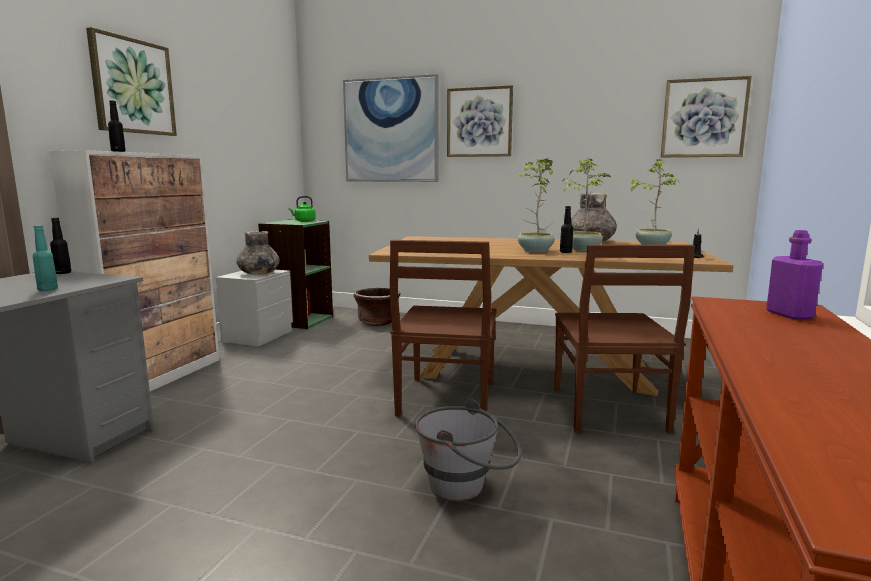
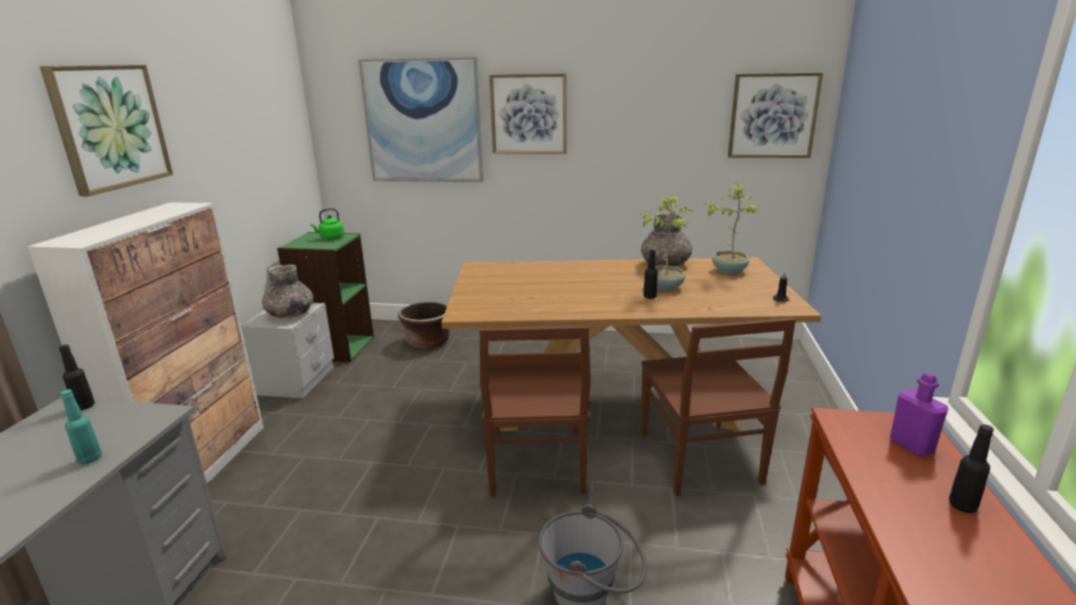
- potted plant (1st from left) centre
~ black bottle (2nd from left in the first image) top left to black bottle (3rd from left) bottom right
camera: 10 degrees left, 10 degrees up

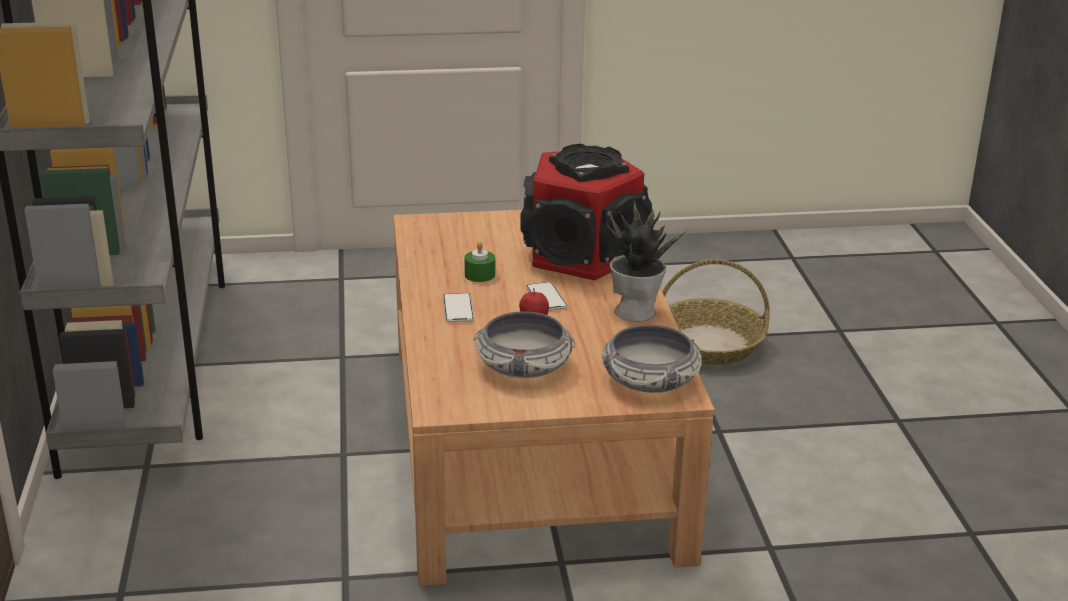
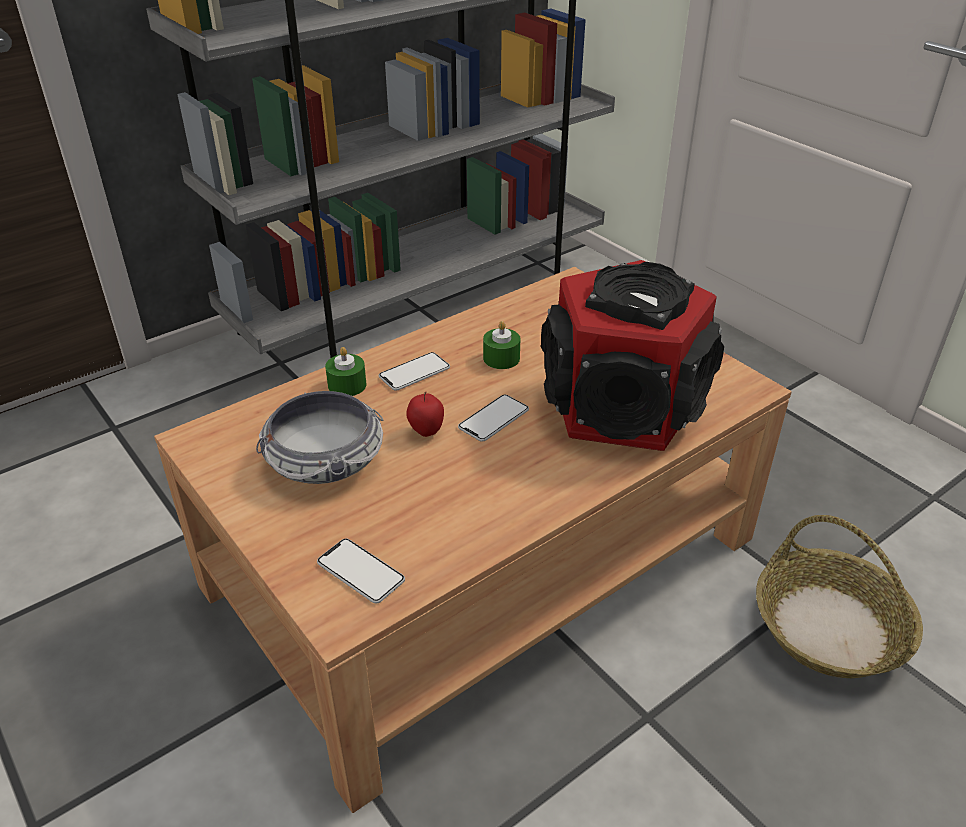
- potted plant centre
+ green candle (1st from left) centre
~ bowl (2nd from left) centre to phone (1st from left) bottom centre
camera: 60 degrees right, 10 degrees up

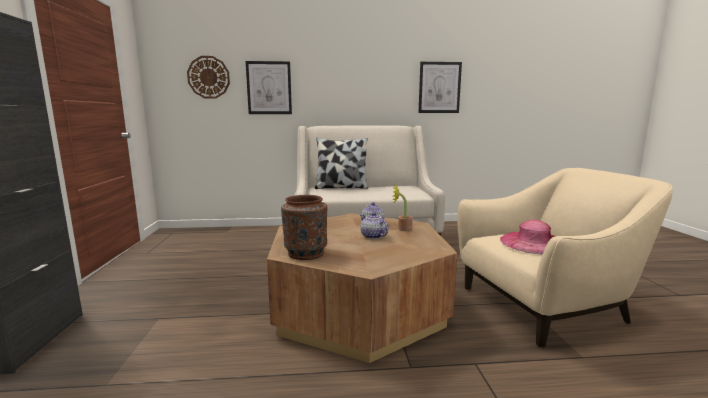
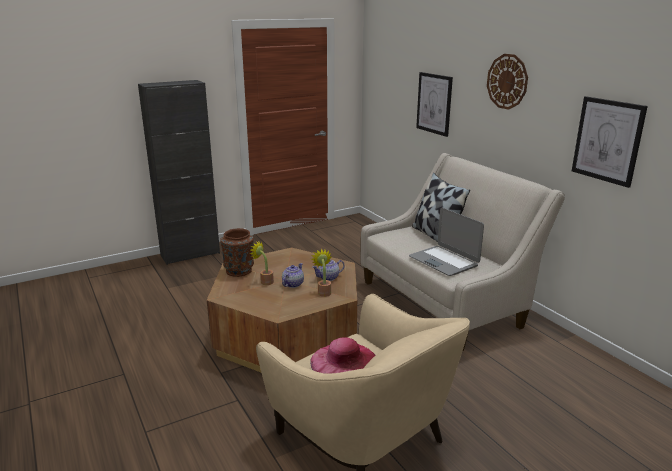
+ potted plant (1st from left) centre
+ laptop centre
~ wall clock top left to top right
camera: 65 degrees right, 10 degrees up

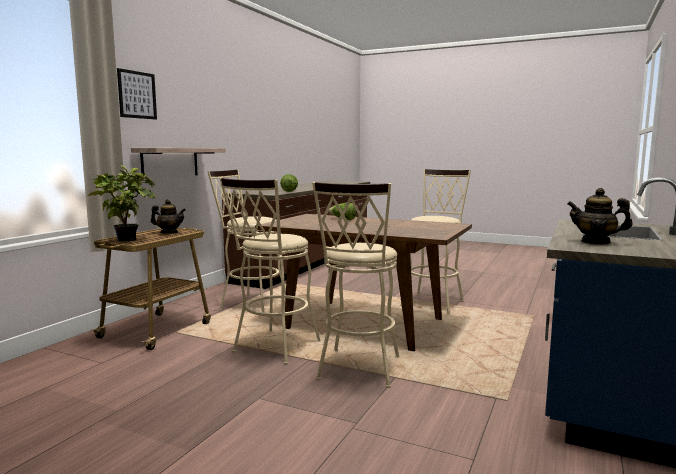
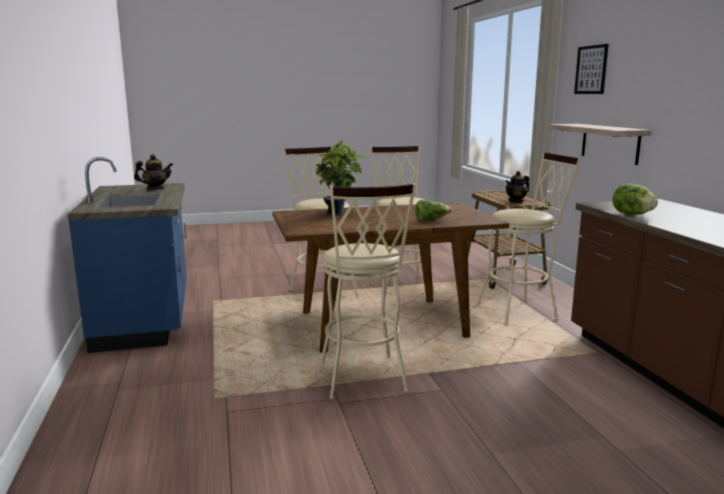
~ potted plant middle left to centre
camera: 140 degrees right, 5 degrees up

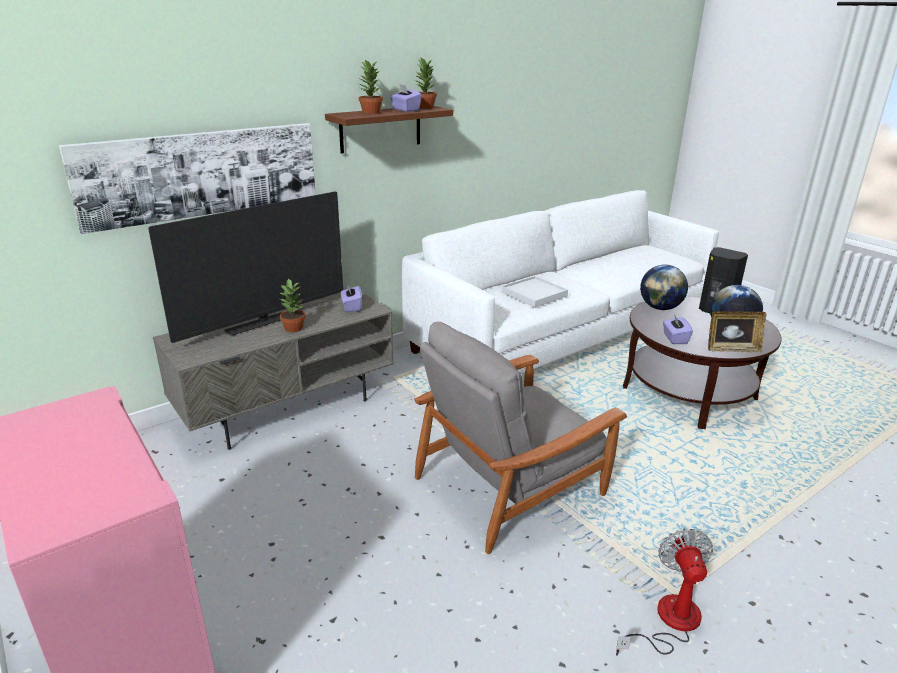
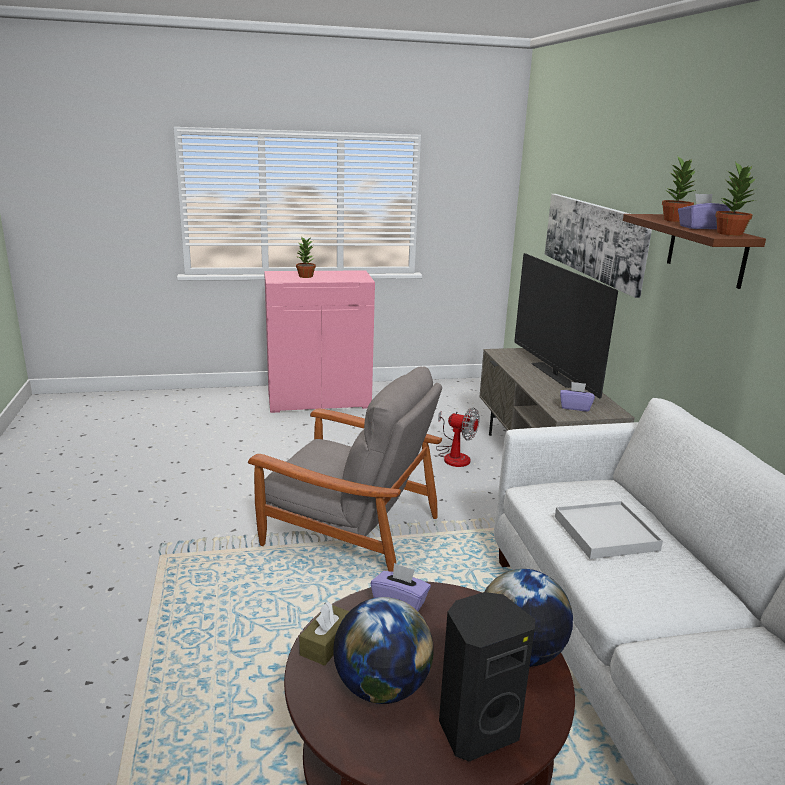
~ potted plant (1st from left) middle left to top centre
~ fan bottom right to centre
~ picture frame middle right to brown tissue box bottom centre
~ grey armchair centre = centre 120 degrees clockwise
camera: 115 degrees right, 5 degrees down

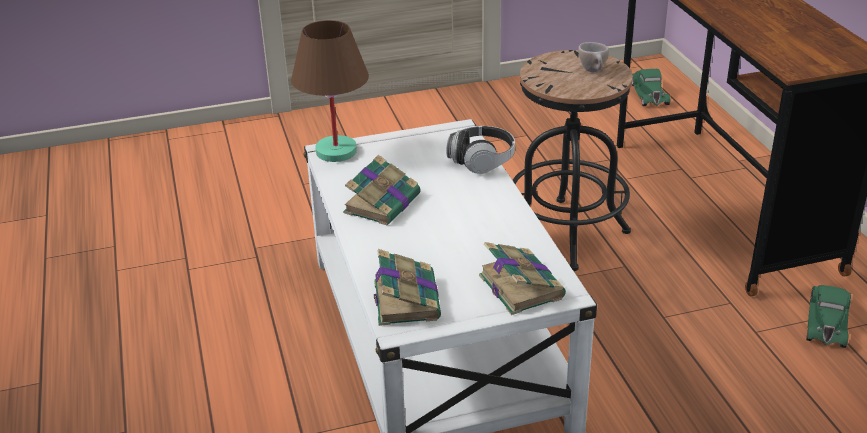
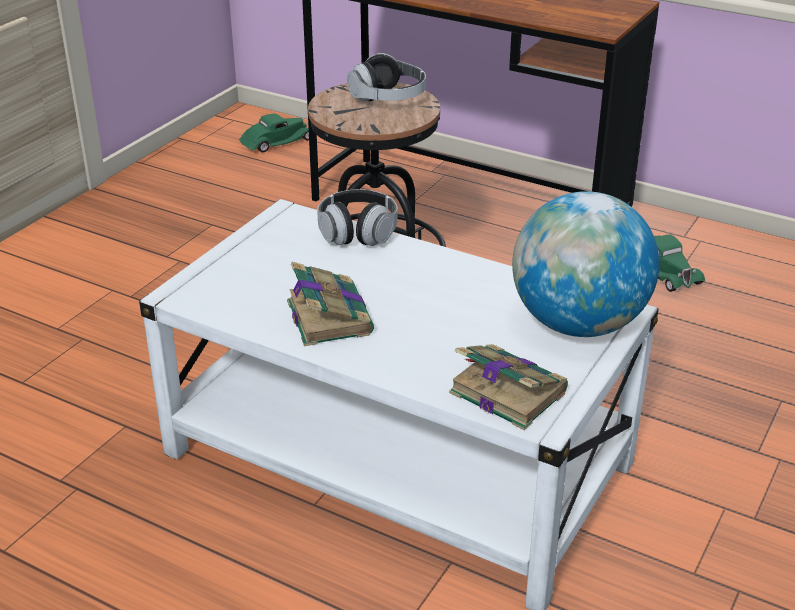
- brown table lamp top centre
~ book (3rd from left) centre to globe middle right
~ beige cup top right to headphones (2nd from left) top centre
~ green toy car (1st from left) top right = top centre 75 degrees counterclockwise
camera: 45 degrees left, 0 degrees up

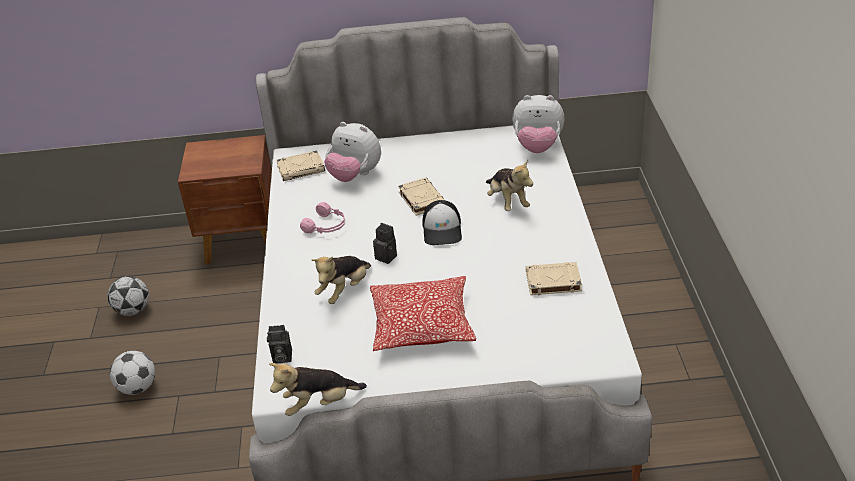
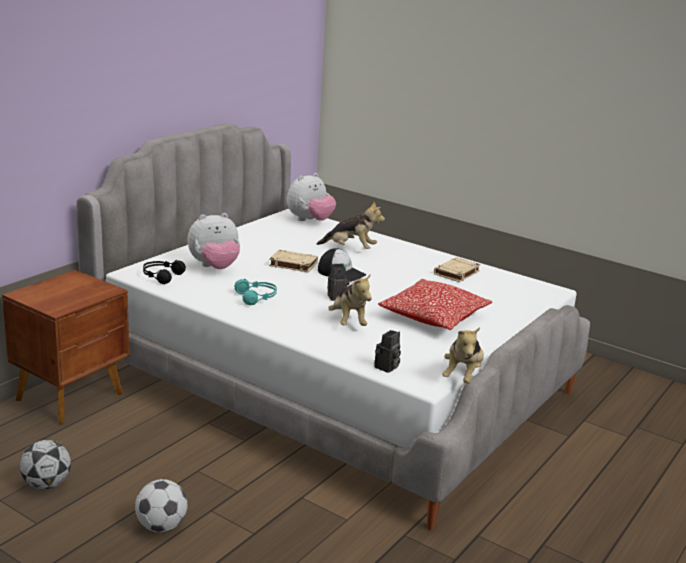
~ beige book (1st from left) centre to black headphones middle left
~ pink headphones centre to turquoise headphones centre
camera: 55 degrees left, 15 degrees down

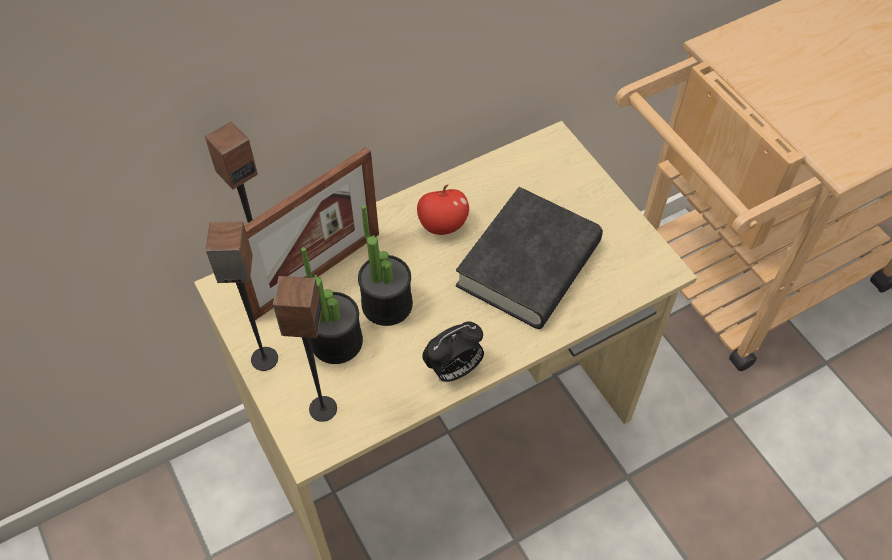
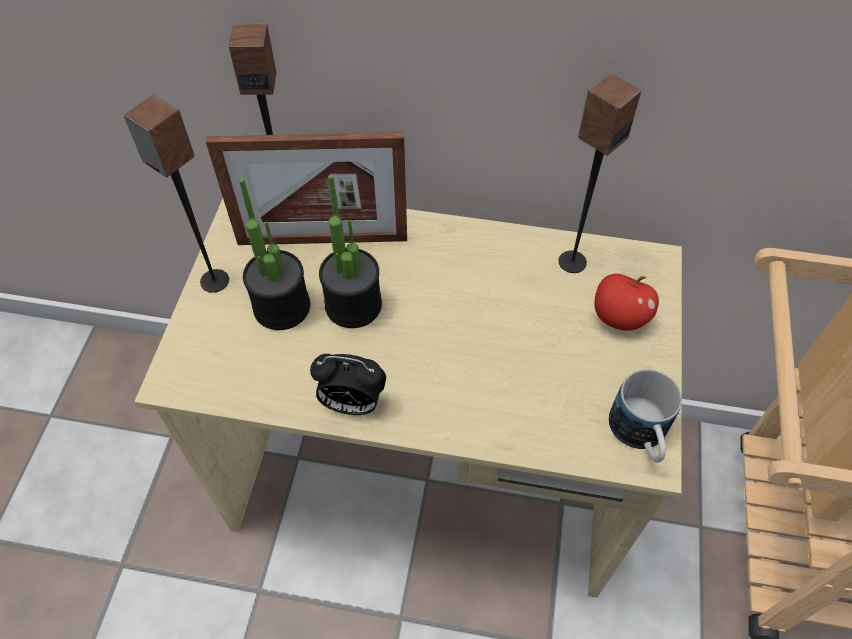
- black book centre
+ mug middle right
~ speaker (3rd from left) centre to top right
~ apple centre to middle right
camera: 40 degrees right, 0 degrees up

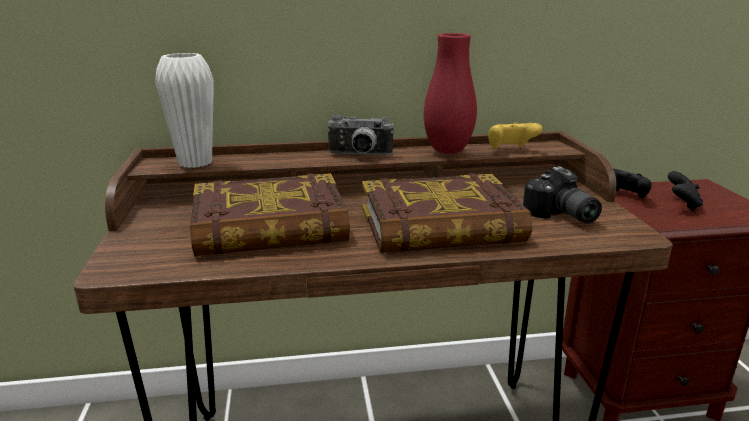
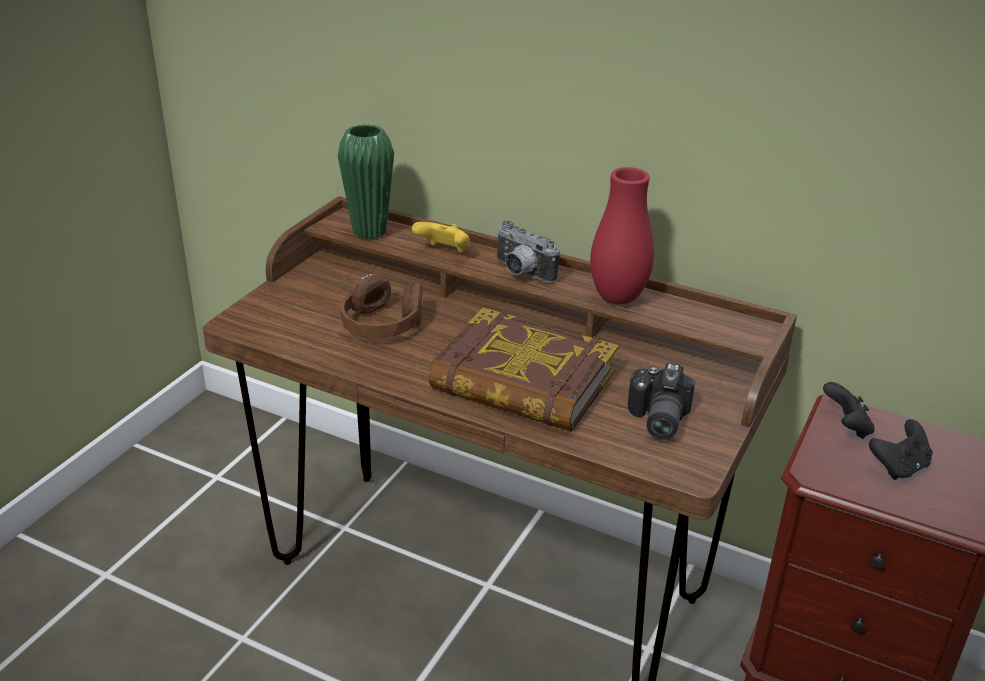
~ yellow game controller top right to centre
~ book (1st from left) centre to brown headphones centre
~ white vase top left to green vase top centre
camera: 35 degrees right, 10 degrees up

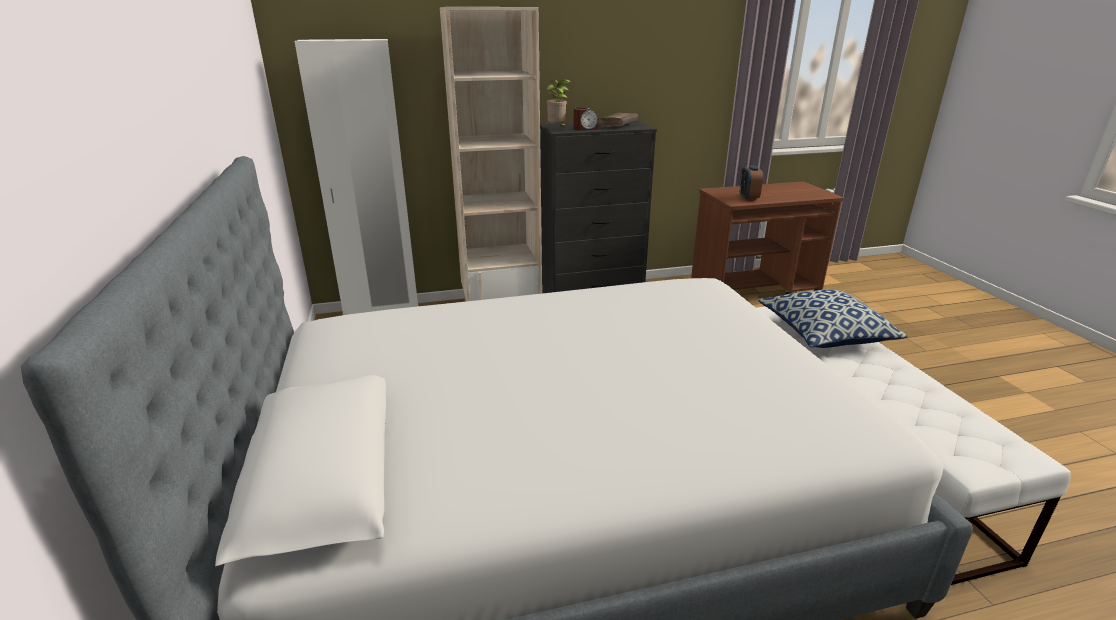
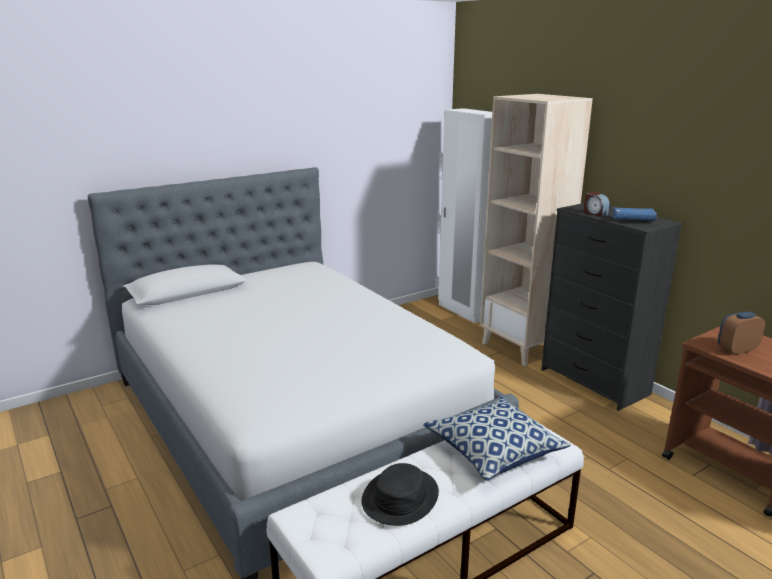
- potted plant top centre
+ black hat bottom centre
~ brown book top centre to blue book middle right
camera: 70 degrees right, 5 degrees down

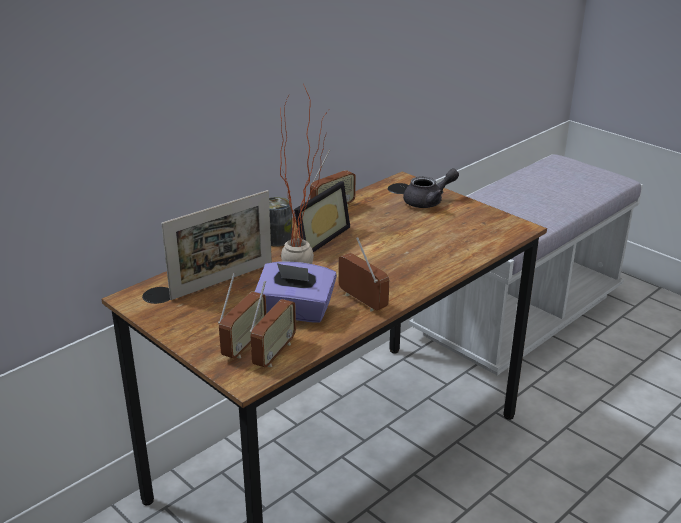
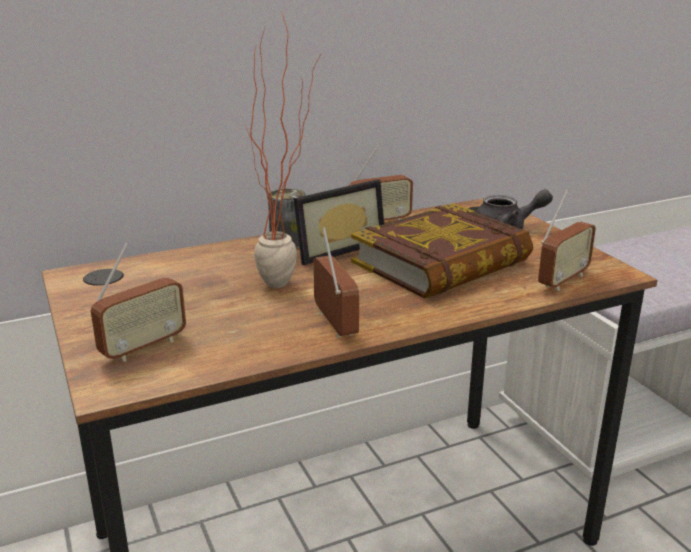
- picture frame (1st from left) middle left
- purple tissue box centre
+ book centre
~ radio (2nd from left in the first image) centre to radio (4th from left) middle right
camera: 20 degrees right, 5 degrees down

